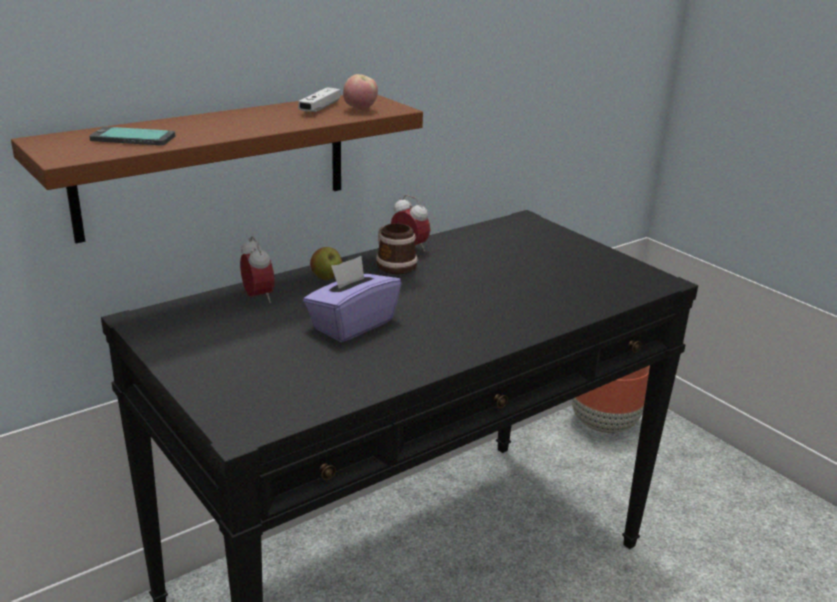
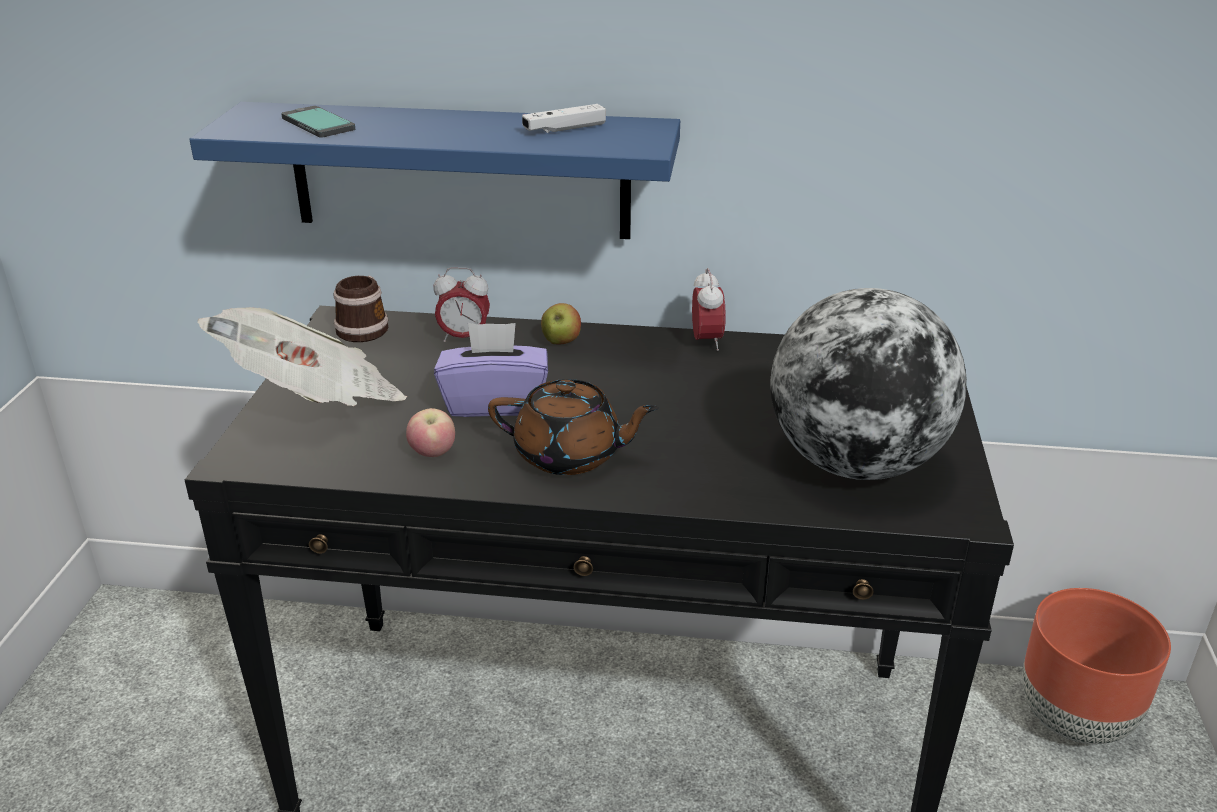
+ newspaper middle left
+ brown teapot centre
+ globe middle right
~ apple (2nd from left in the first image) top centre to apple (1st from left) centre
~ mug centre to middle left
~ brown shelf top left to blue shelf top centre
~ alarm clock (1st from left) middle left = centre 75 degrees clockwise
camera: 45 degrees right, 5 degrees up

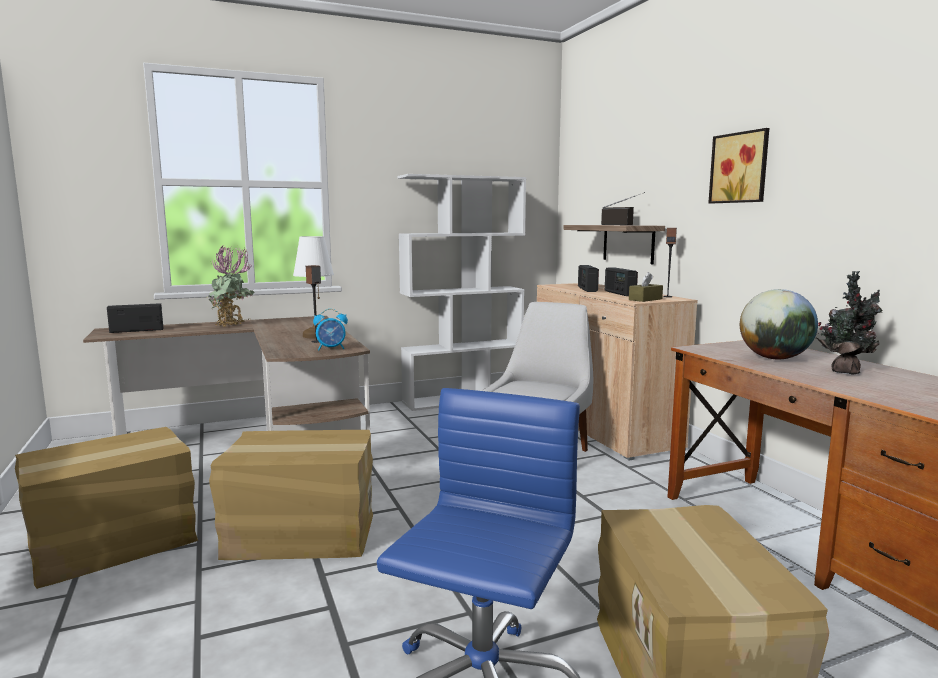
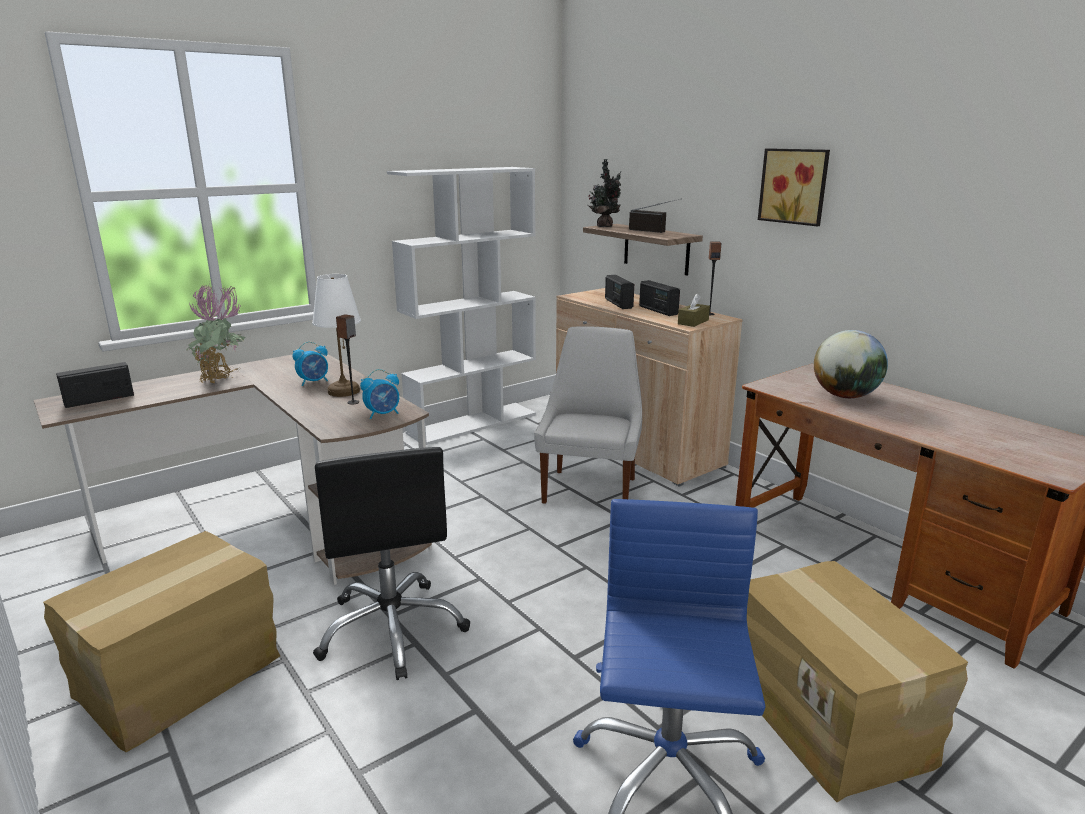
+ alarm clock (1st from left) middle left
~ potted plant (2nd from left) middle right to top centre
~ cardboard box (2nd from left) bottom left to black office chair bottom centre
camera: 15 degrees left, 10 degrees up

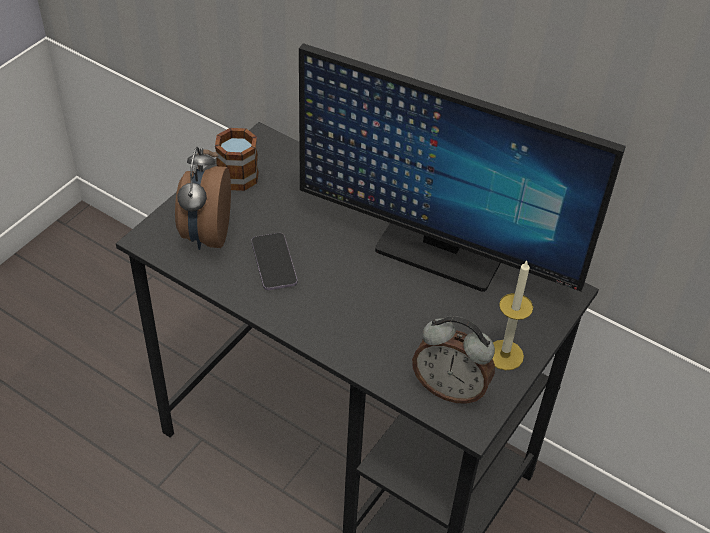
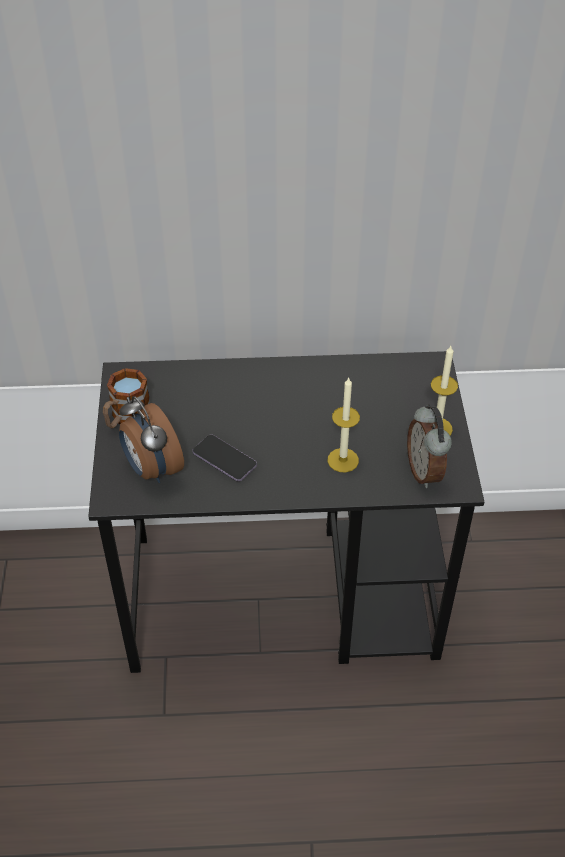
- monitor top centre
+ candle (1st from left) centre
~ alarm clock (2nd from left) bottom centre = middle right 90 degrees clockwise
camera: 35 degrees left, 0 degrees up

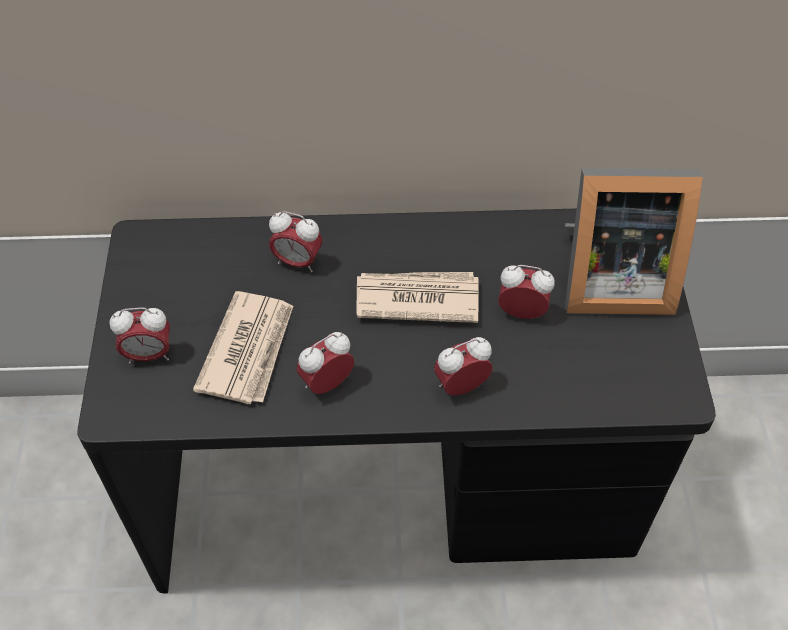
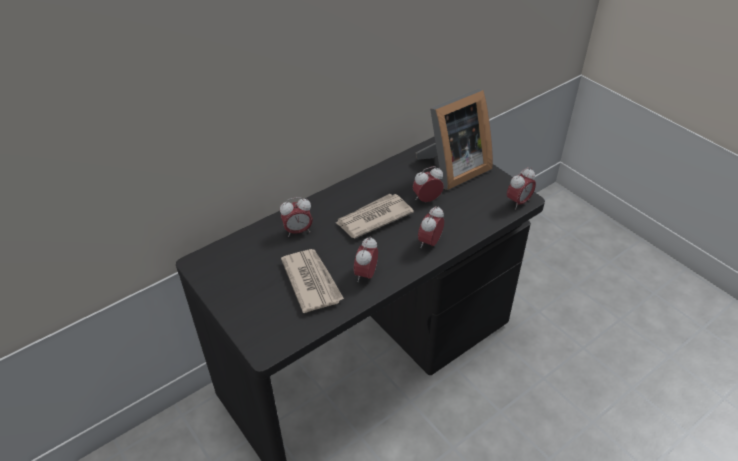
~ alarm clock (1st from left in the first image) middle left to alarm clock (5th from left) middle right
camera: 35 degrees left, 10 degrees down

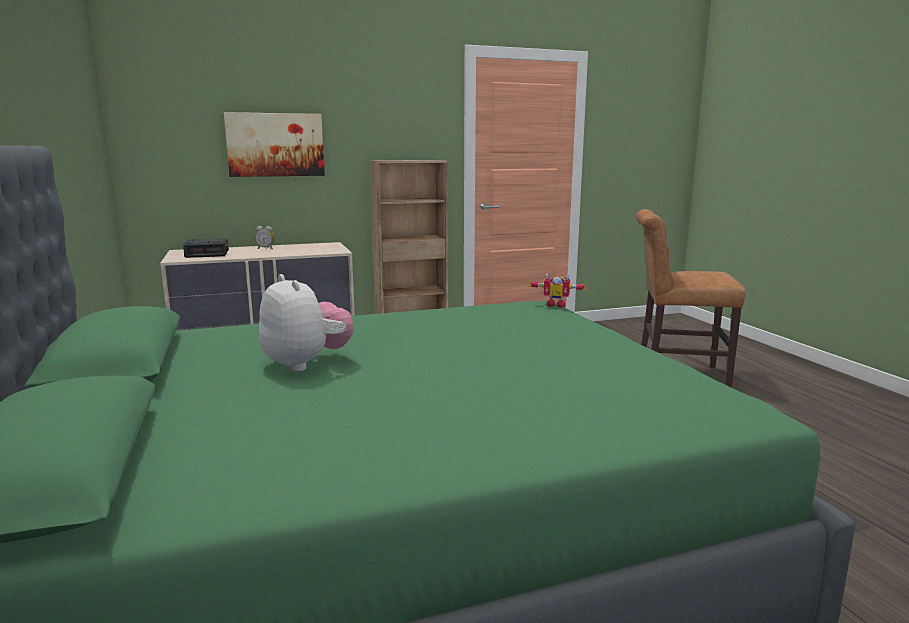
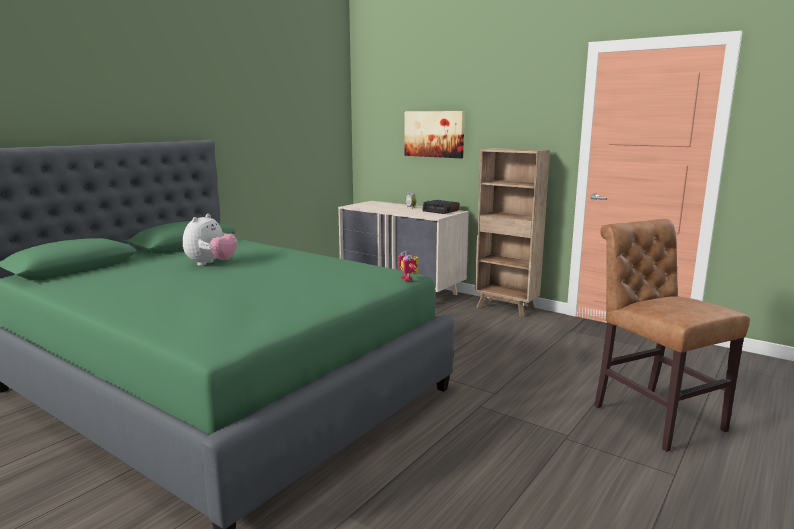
~ alarm clock (1st from left in the first image) middle left to alarm clock (2nd from left) centre
camera: 55 degrees right, 0 degrees up

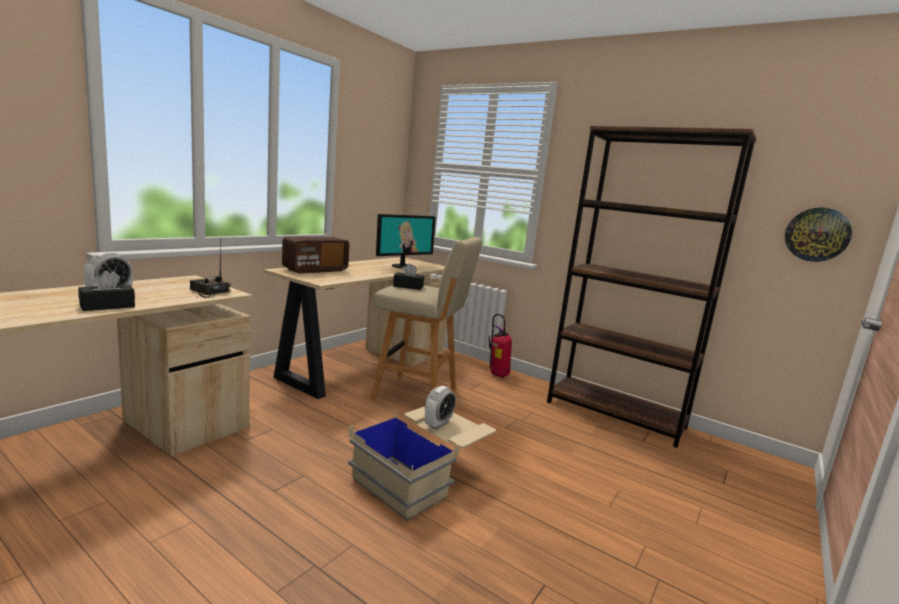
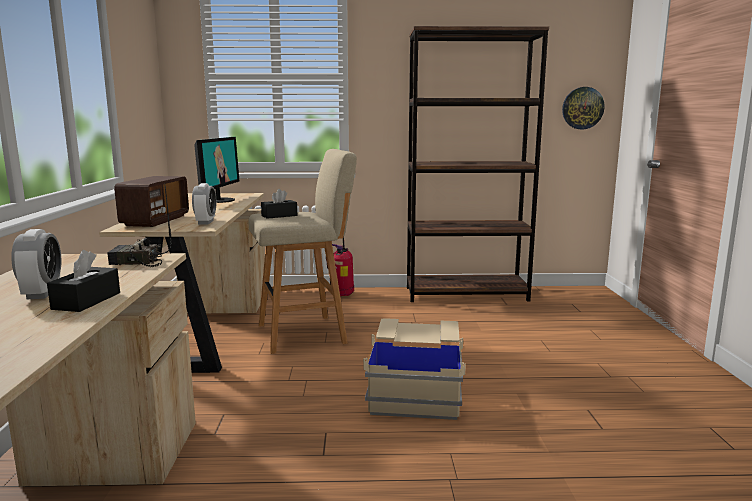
~ alarm clock (2nd from left) bottom centre to middle left
camera: 35 degrees left, 0 degrees up

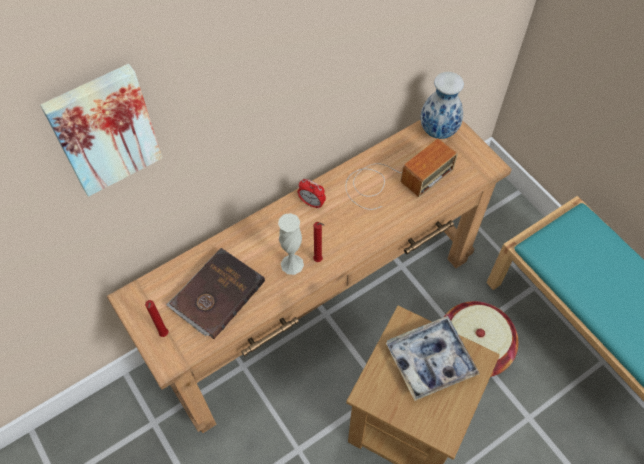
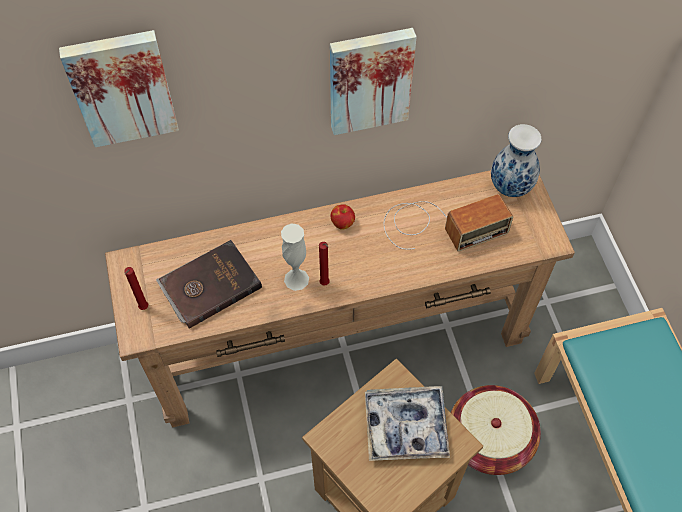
+ picture (2nd from left) top centre
~ alarm clock centre to apple centre
camera: 20 degrees right, 0 degrees up

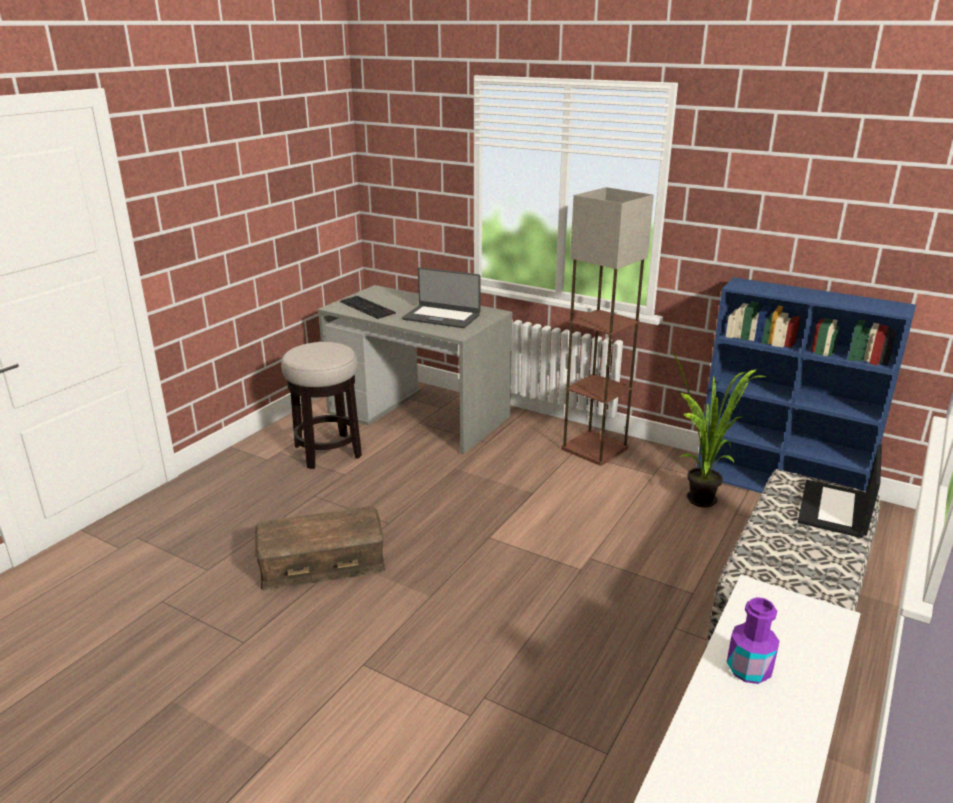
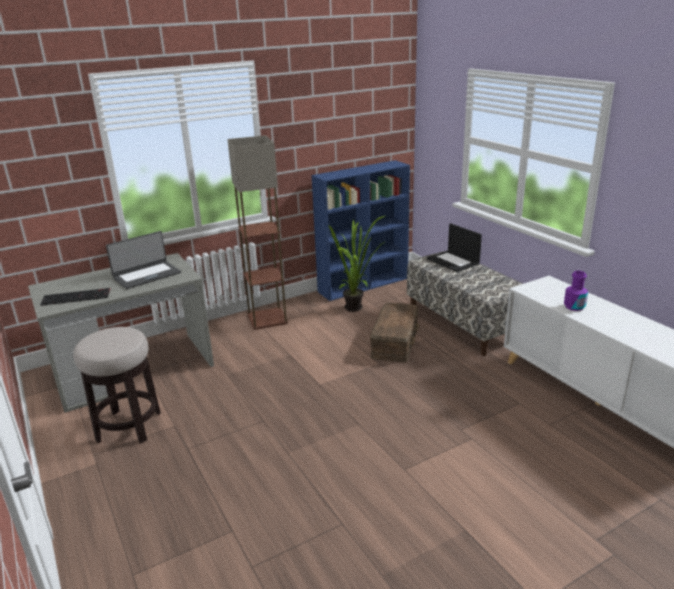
~ brown storage box bottom centre to centre
camera: 60 degrees left, 0 degrees up

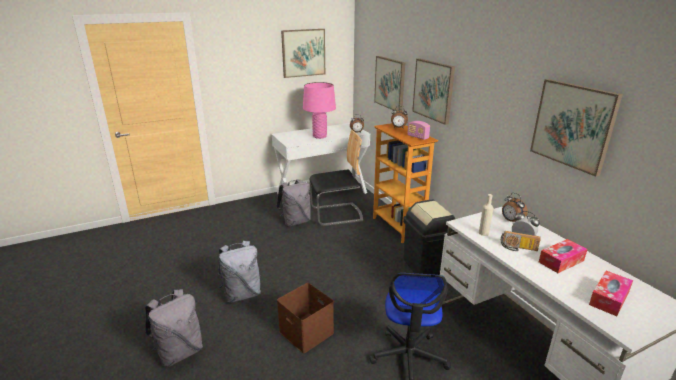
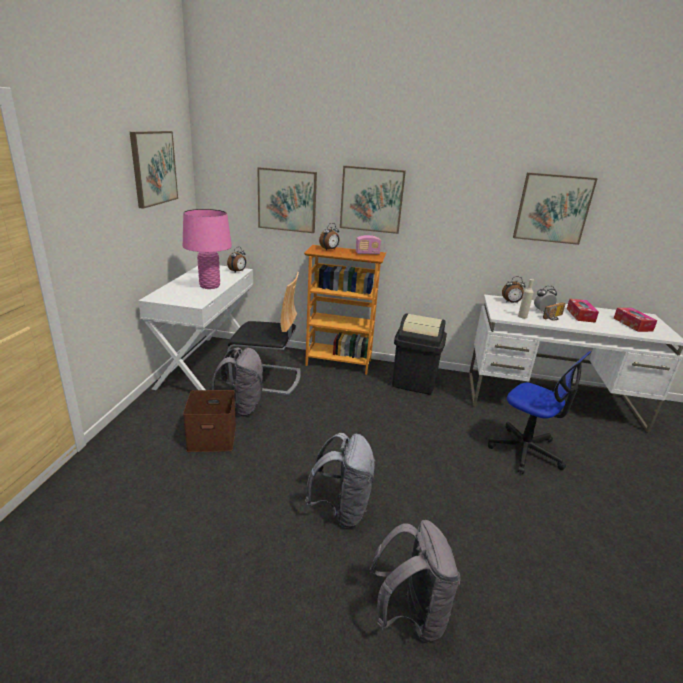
~ brown storage box bottom centre to middle left
~ chair centre = centre 75 degrees clockwise
camera: 55 degrees left, 0 degrees up

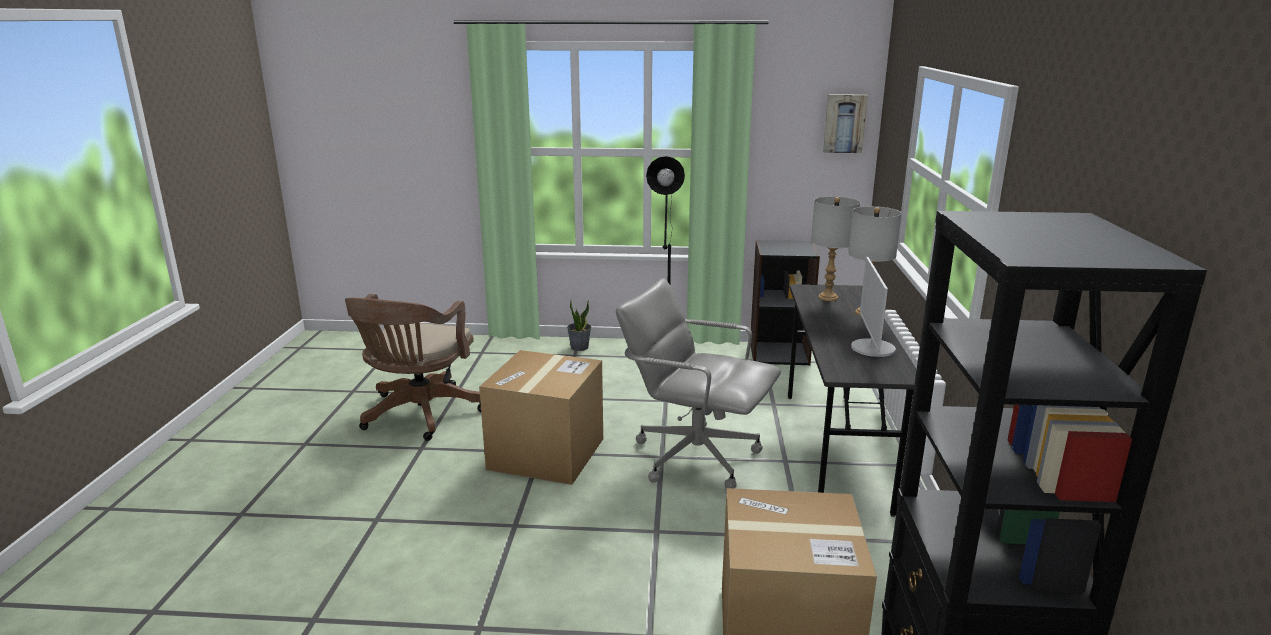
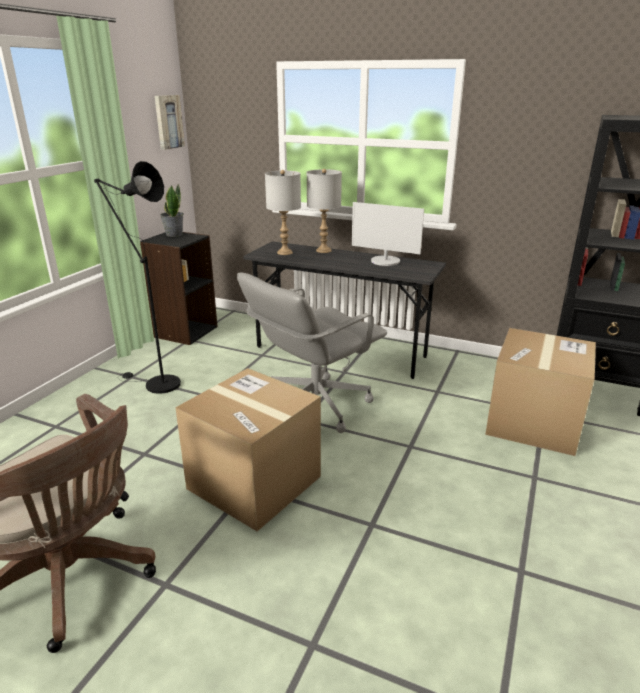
~ potted plant centre to top left
camera: 70 degrees left, 5 degrees up

